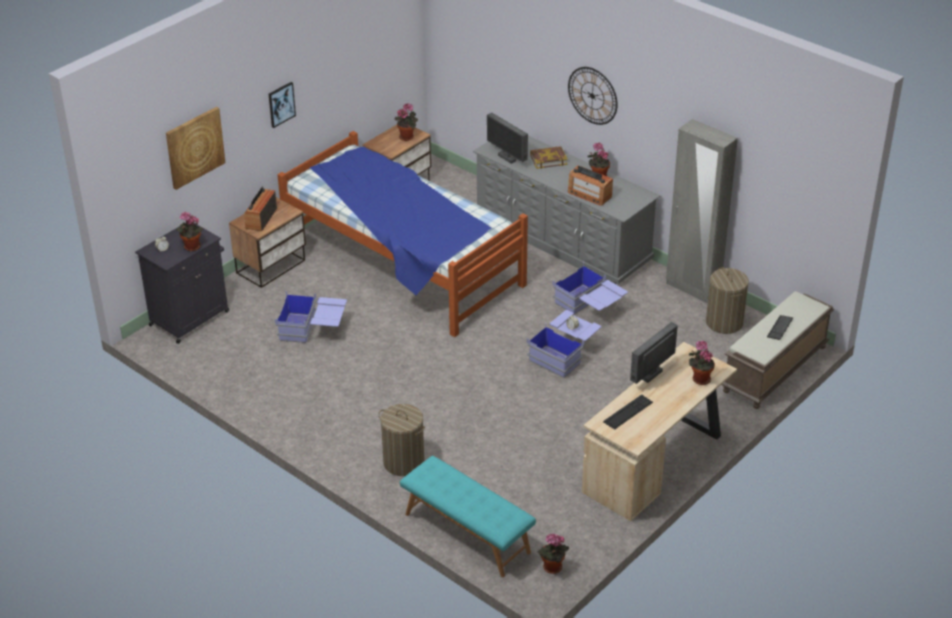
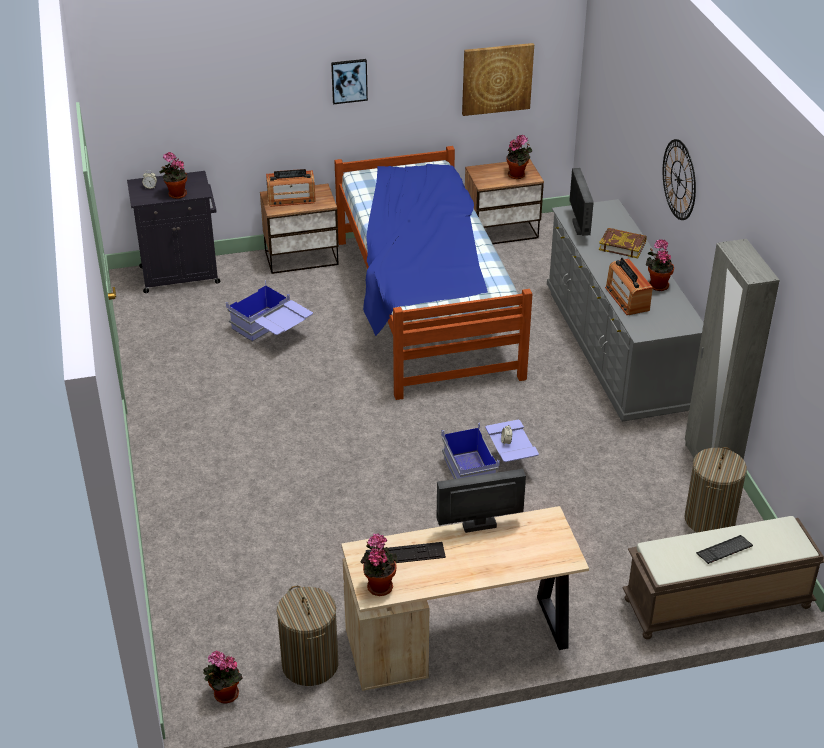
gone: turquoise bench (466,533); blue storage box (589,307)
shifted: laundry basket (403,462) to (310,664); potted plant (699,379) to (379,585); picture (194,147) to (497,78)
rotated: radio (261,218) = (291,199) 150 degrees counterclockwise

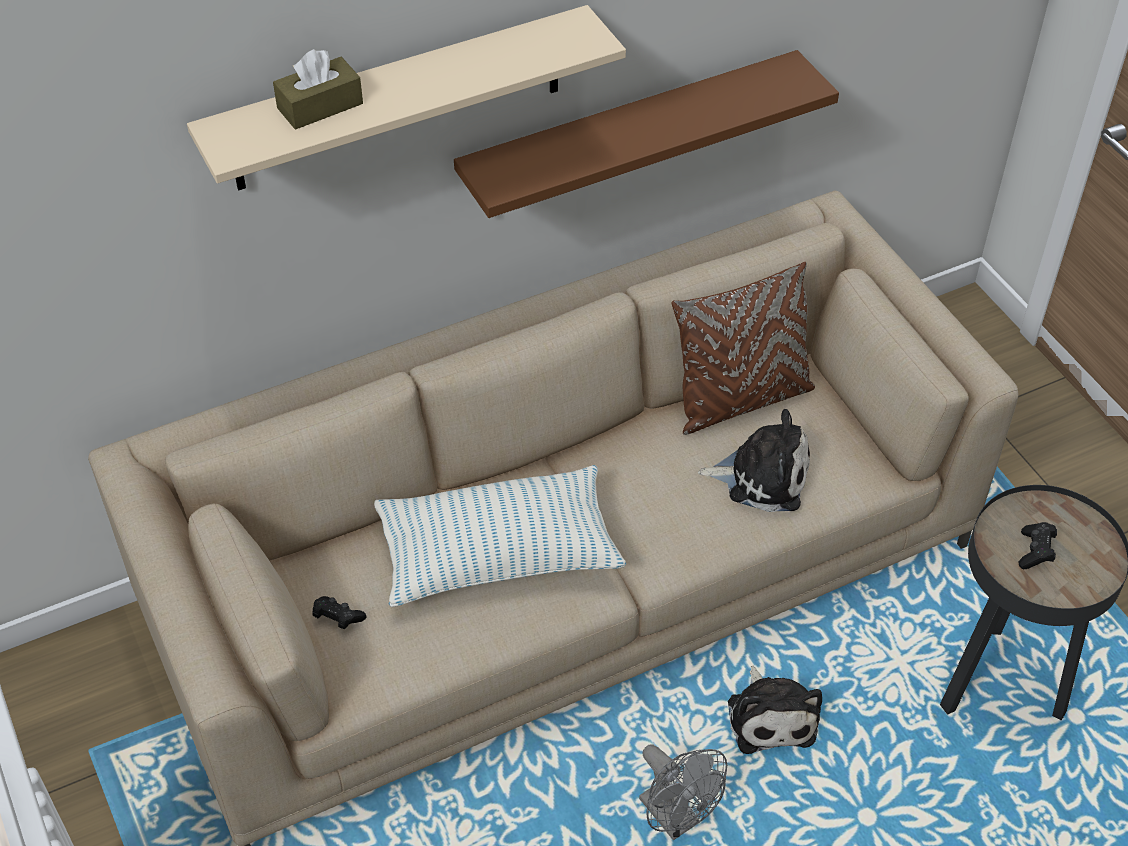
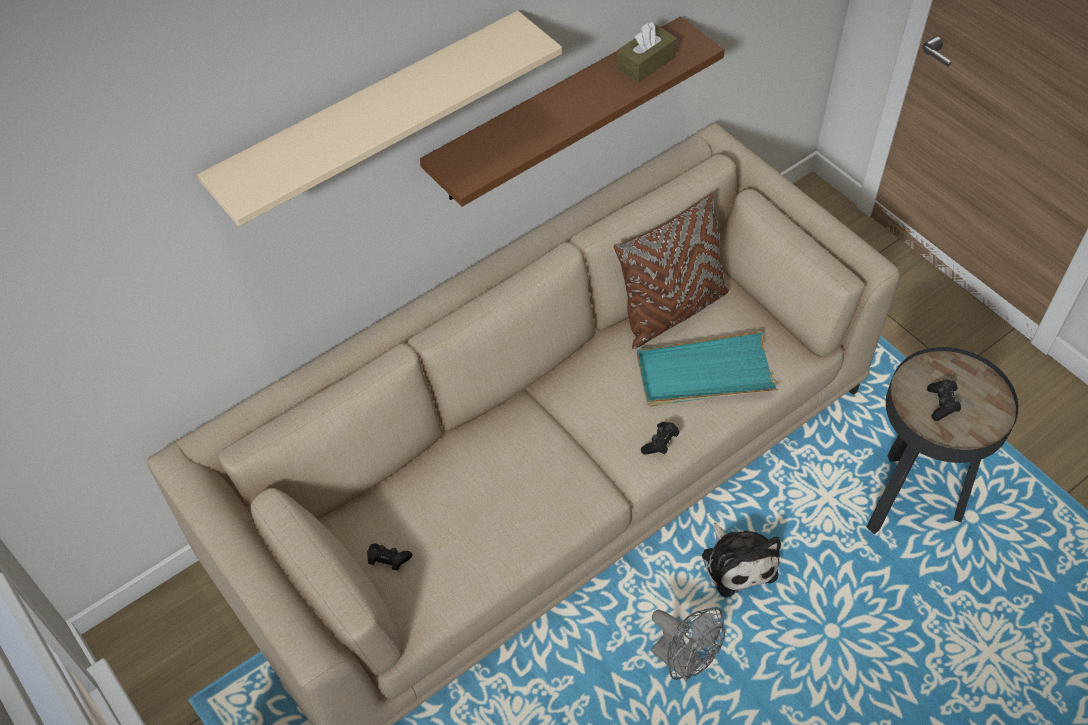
gone: pillow (498,554)
new: black game controller (660,444)
shifted: brown tissue box (320,106) to (646,63)
swapped: plush toy (762,476) to turquoise tray (704,374)

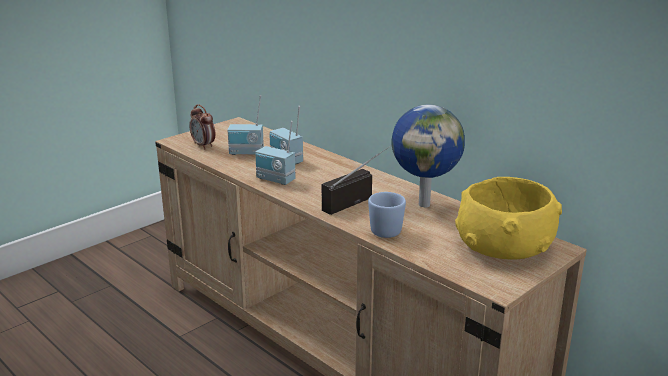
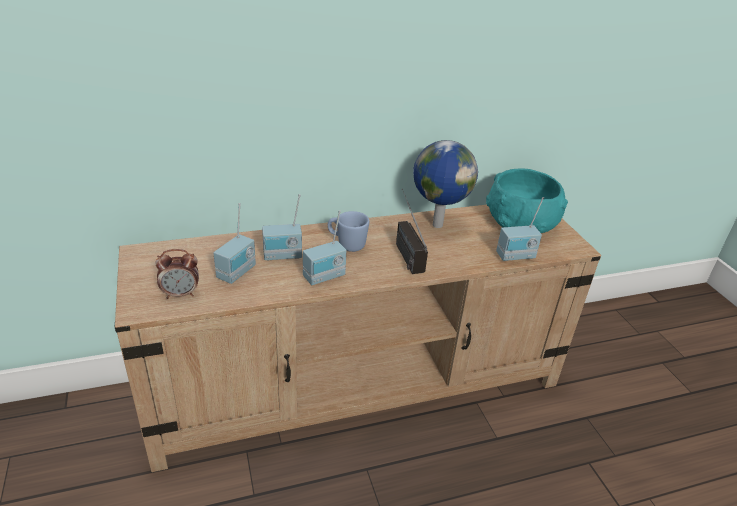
new: radio (516,257)
shifted: blue mug (385,229) to (346,244)
repainted: yellow bowl (505,245) to turquoise bowl (522,221)

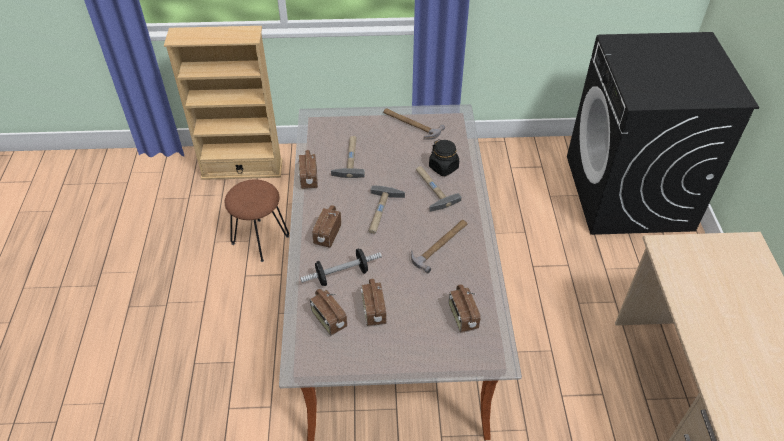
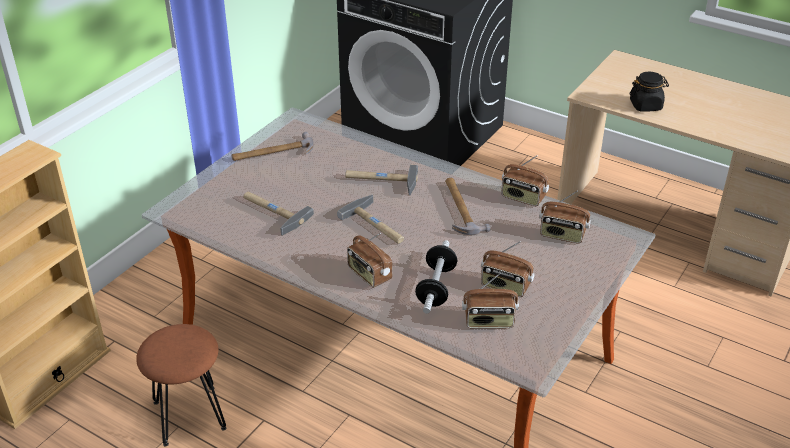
shifted: radio (308,179) to (523,198); black jar (443,167) to (646,105)

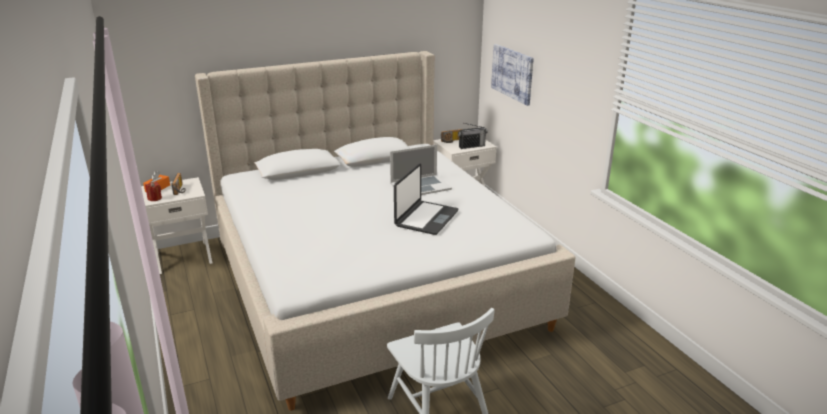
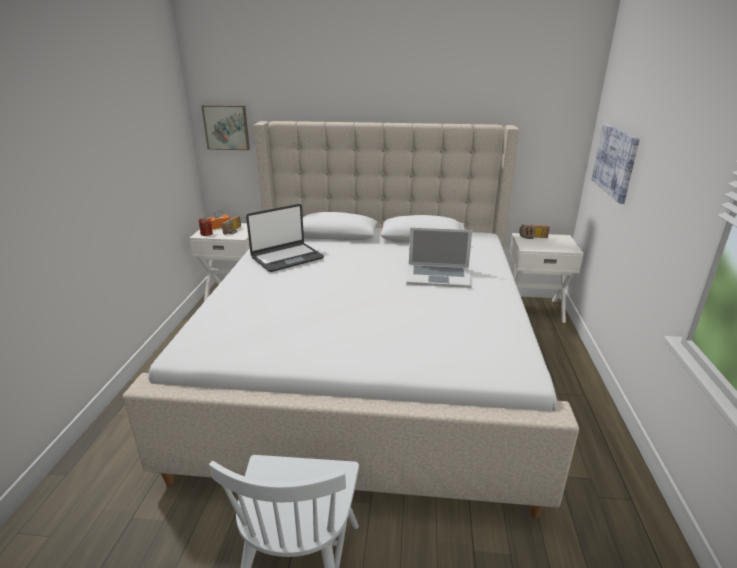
gone: radio (471,146)
new: picture (227,127)
shifted: laptop (426,218) to (286,258)

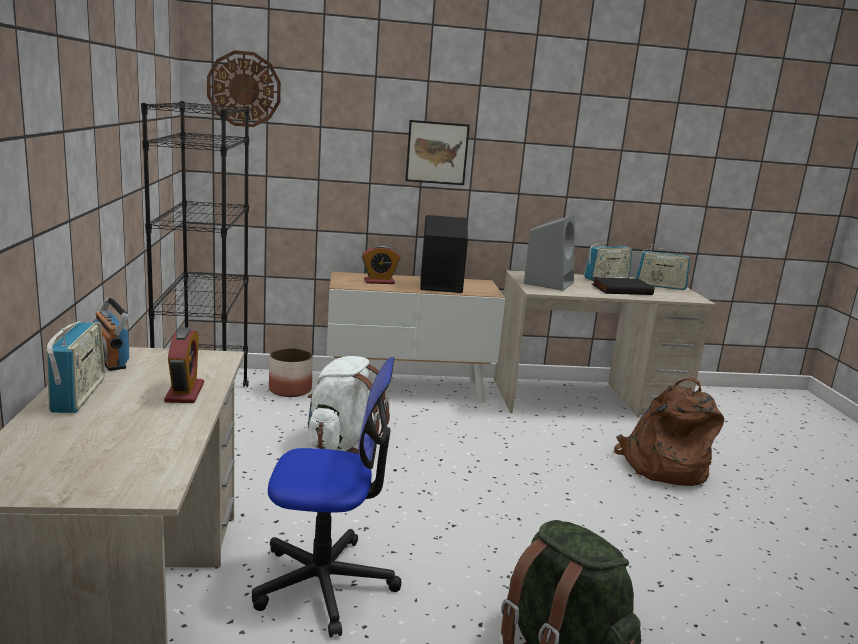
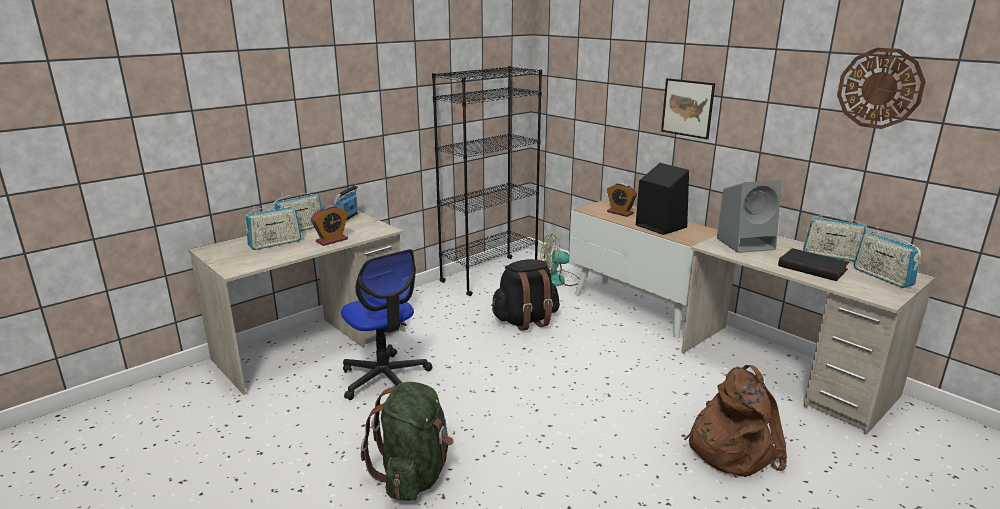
new: radio (275,243)
shifted: wall clock (244,89) to (880,88)
swapped: planter (290,390) to fan (557,280)
repainted: white backpack (341,442) to black backpack (526,320)

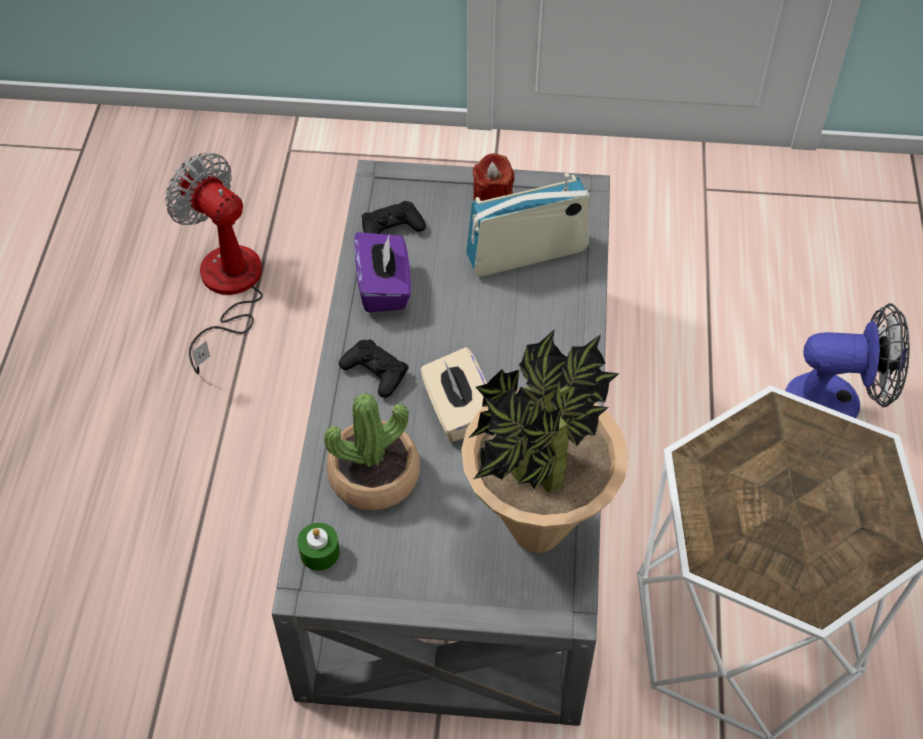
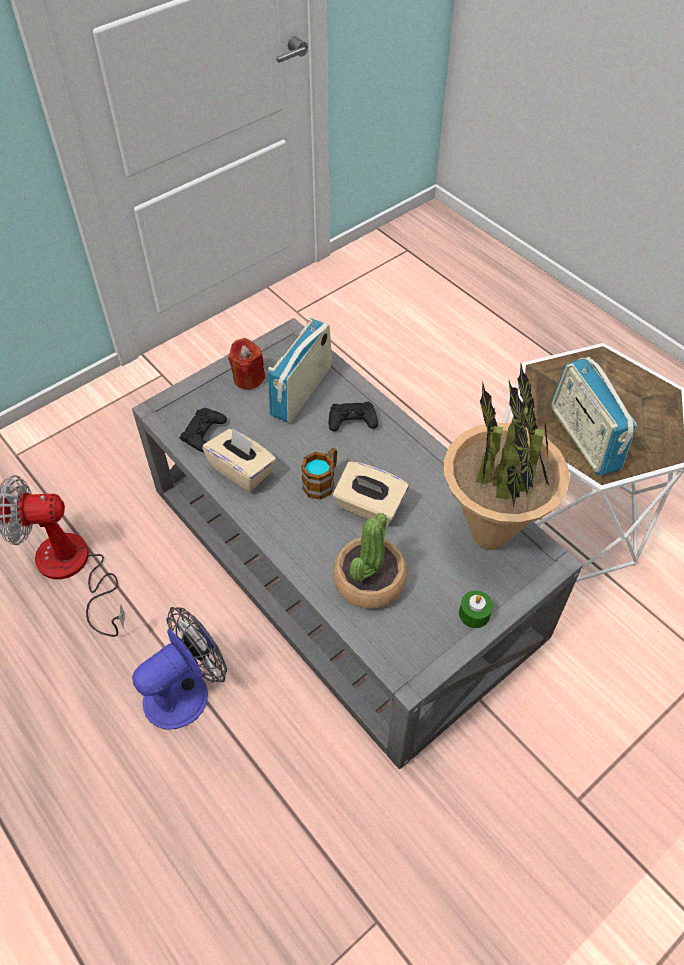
new: mug (322,481); radio (583,438)
shifted: fan (836,402) to (186,690); black game controller (375,372) to (352,420); green candle (319,553) to (474,614)
repainted: purple tissue box (384,287) to beige tissue box (242,470)

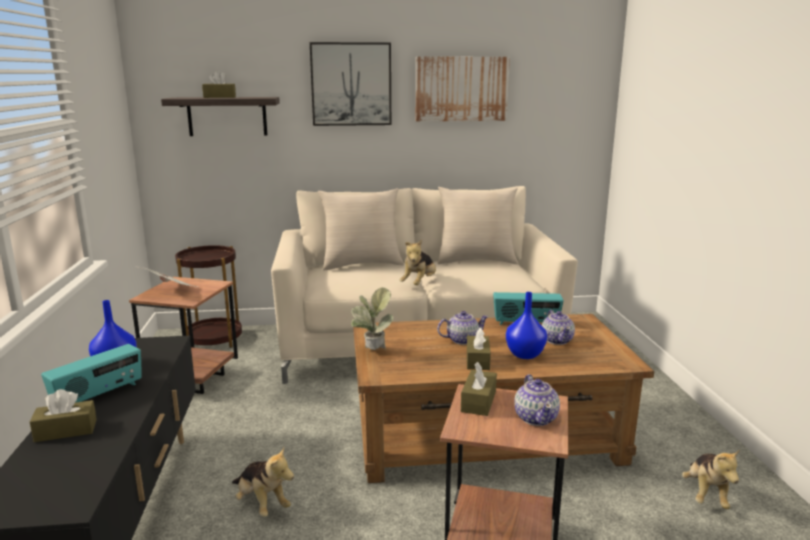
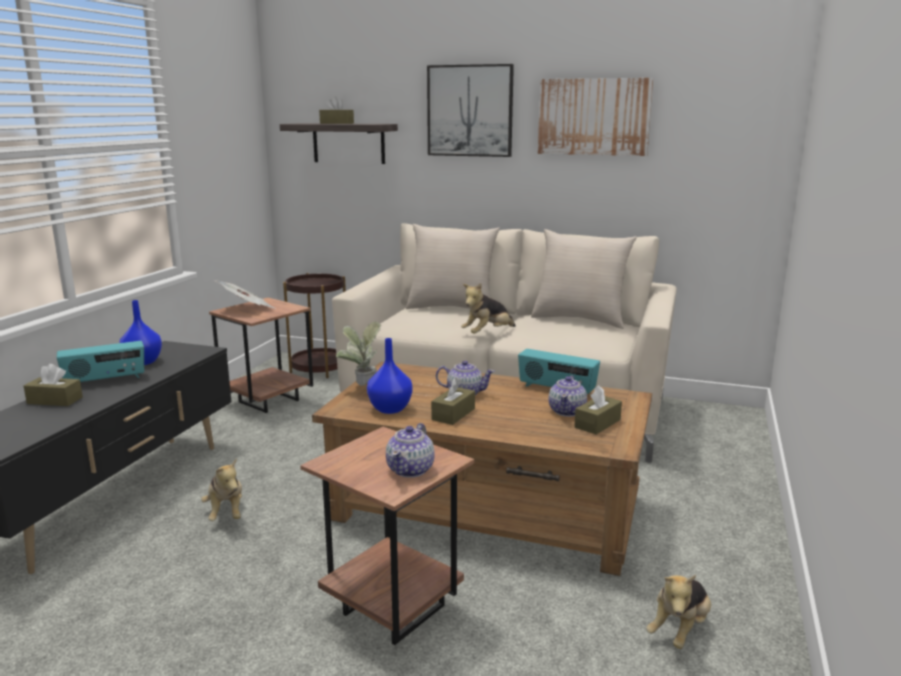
shifted: blue vase (525,354) to (391,409); brown tissue box (478,401) to (597,423)

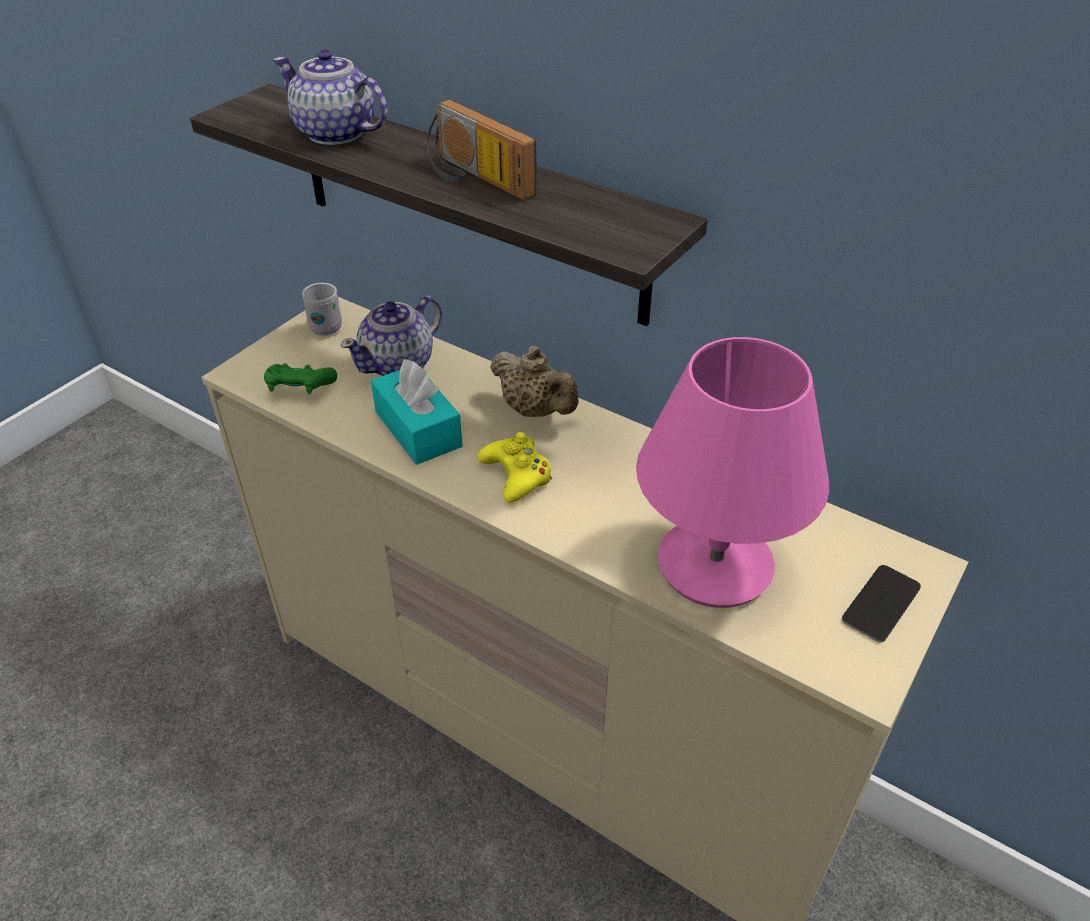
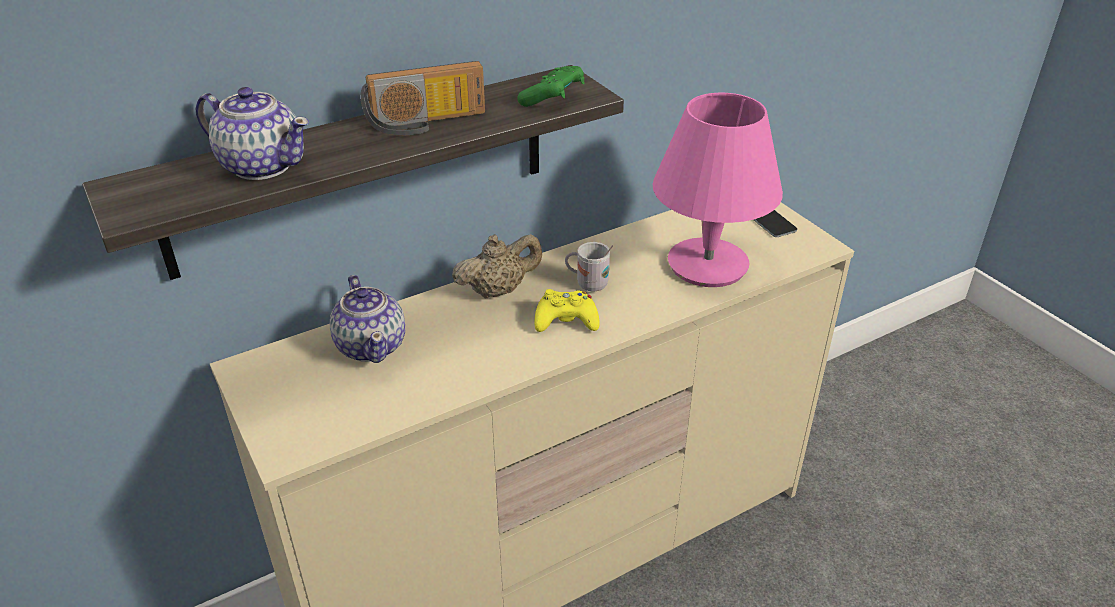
gone: turquoise tissue box (418,429)
shifted: green game controller (300,389) to (553,99); white mug (326,325) to (587,283)
rotated: teapot (336,133) = (262,165) 120 degrees counterclockwise

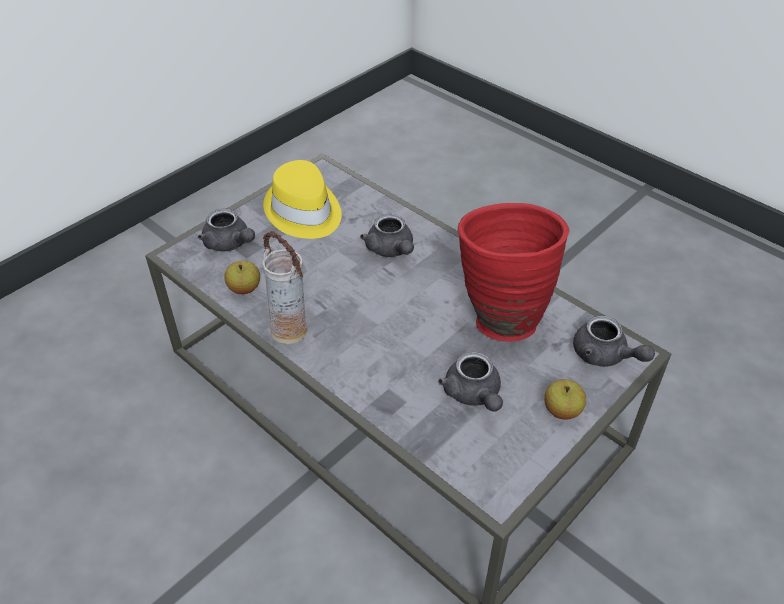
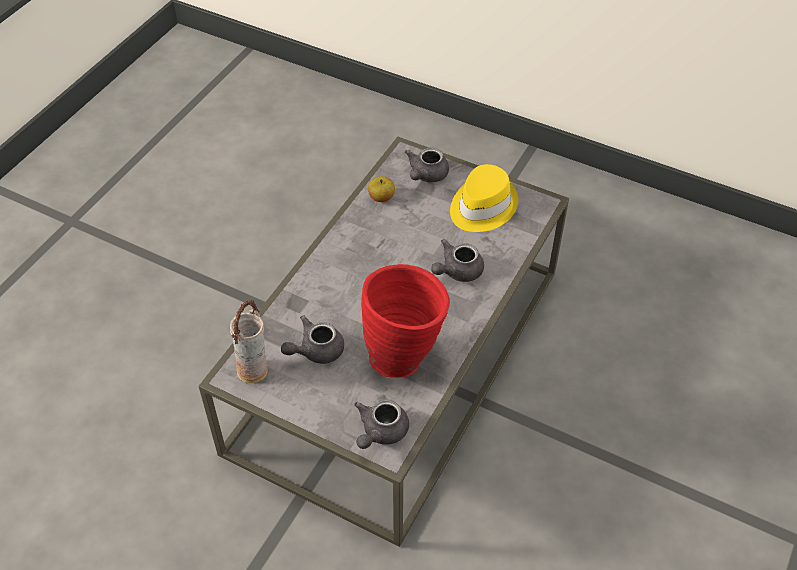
gone: apple (562,410)
shifted: vase (290,330) to (254,371)

